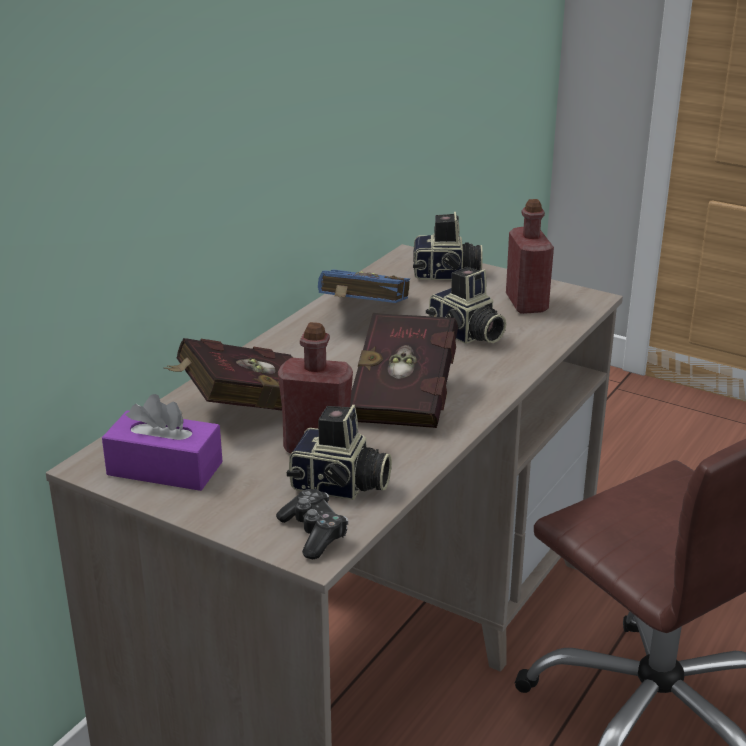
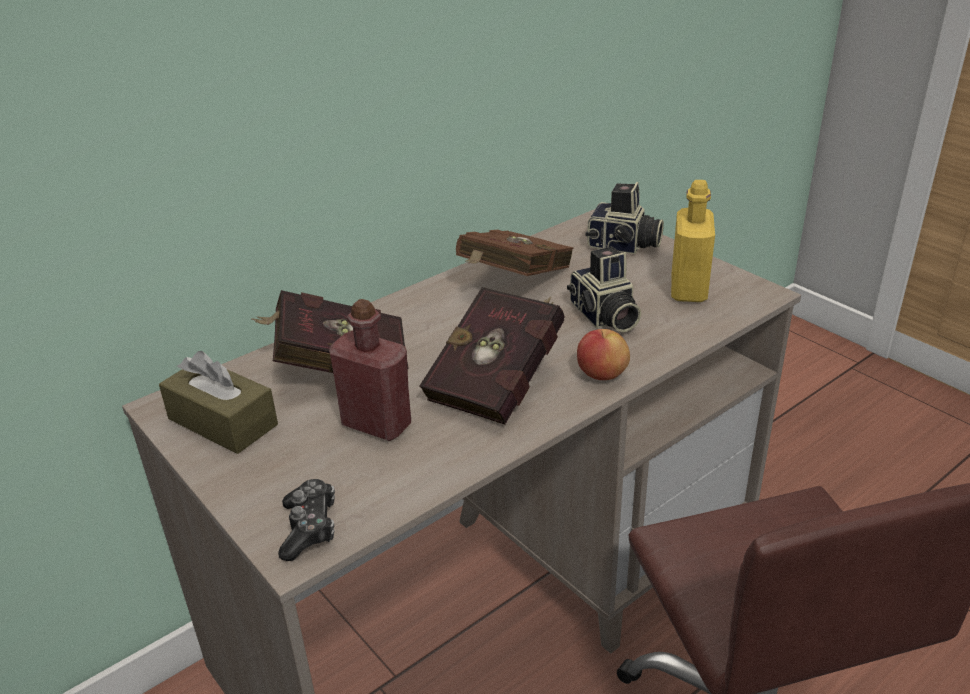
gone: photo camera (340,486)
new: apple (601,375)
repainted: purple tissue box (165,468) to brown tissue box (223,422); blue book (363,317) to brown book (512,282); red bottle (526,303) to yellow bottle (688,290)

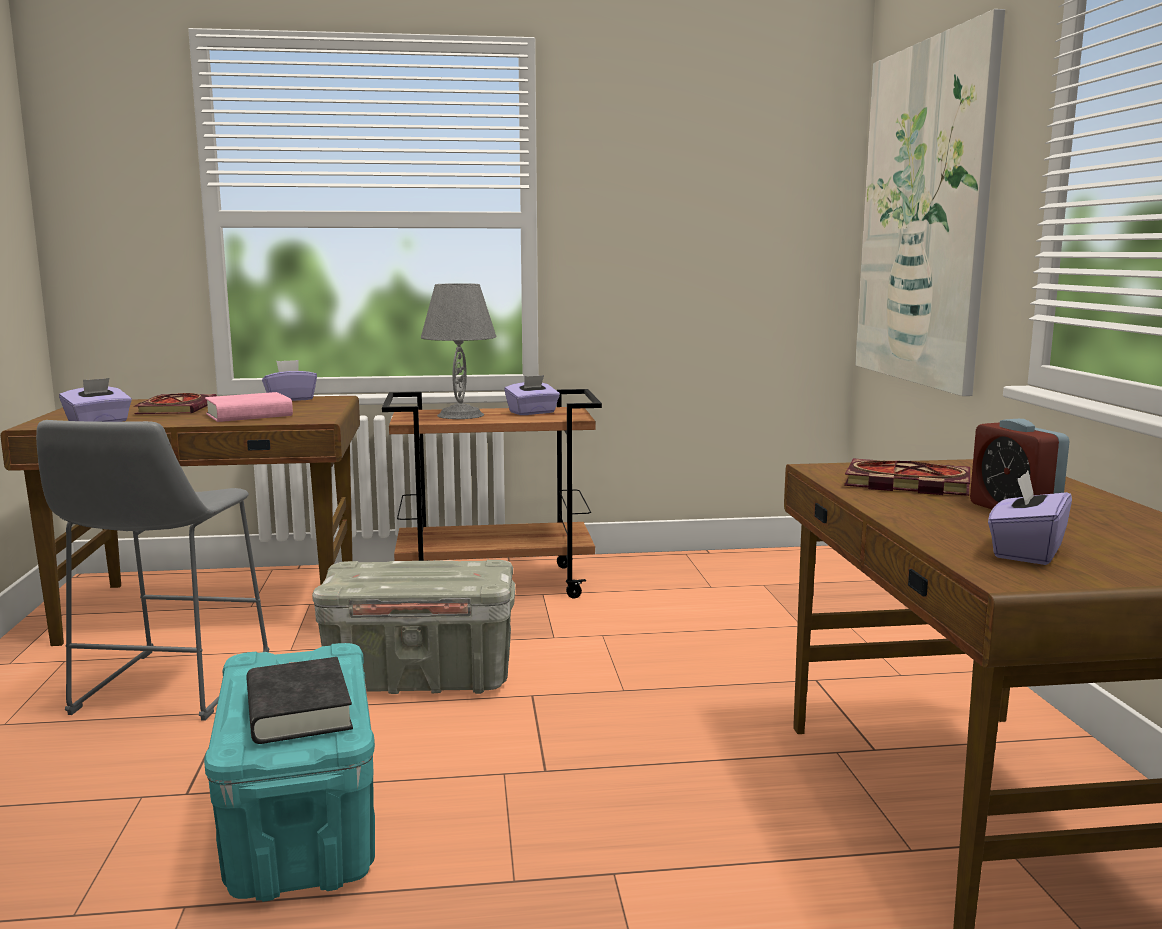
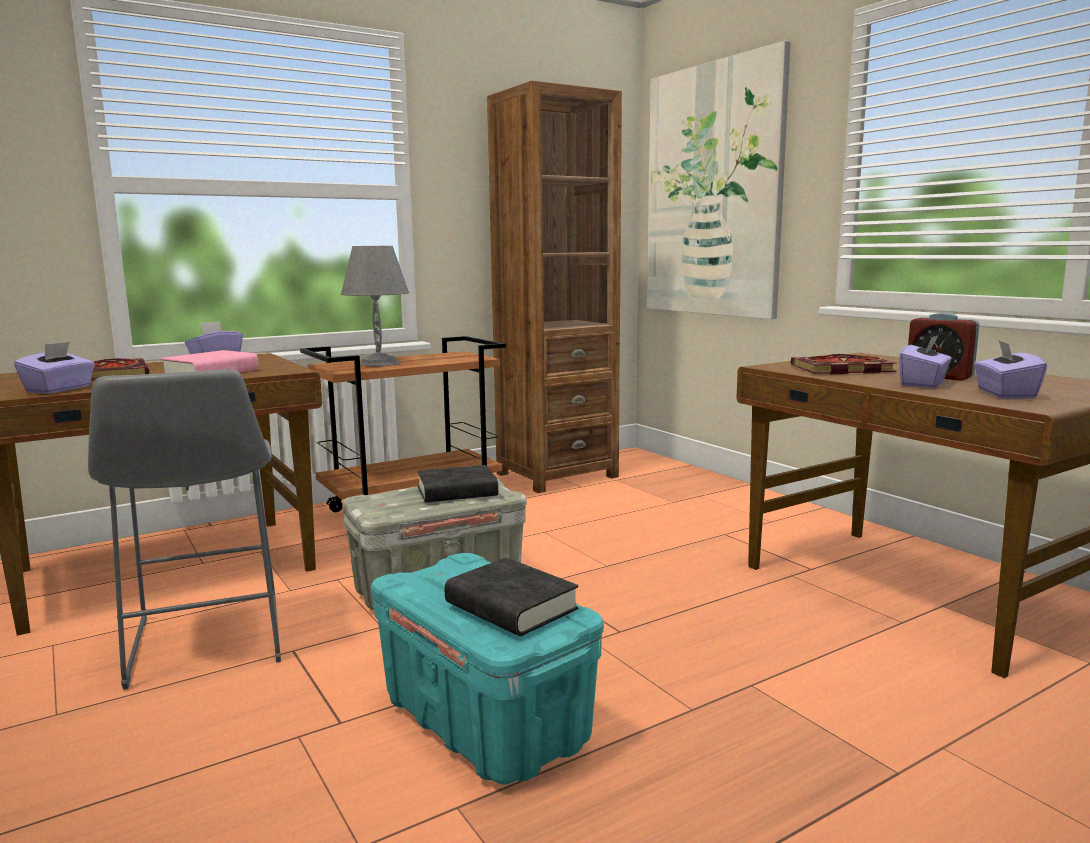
new: black book (457,491); brown bookcase (556,475)
shifted: purple tissue box (532,412) to (923,384)

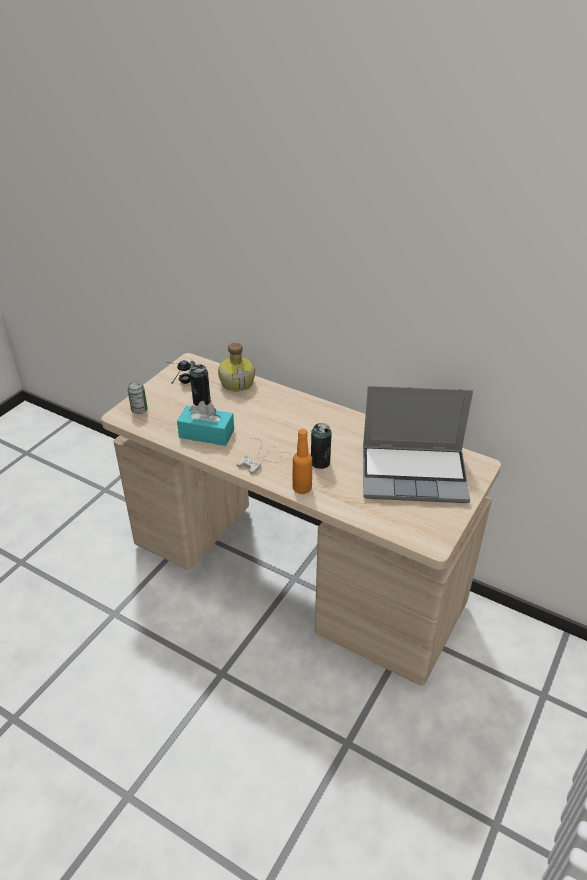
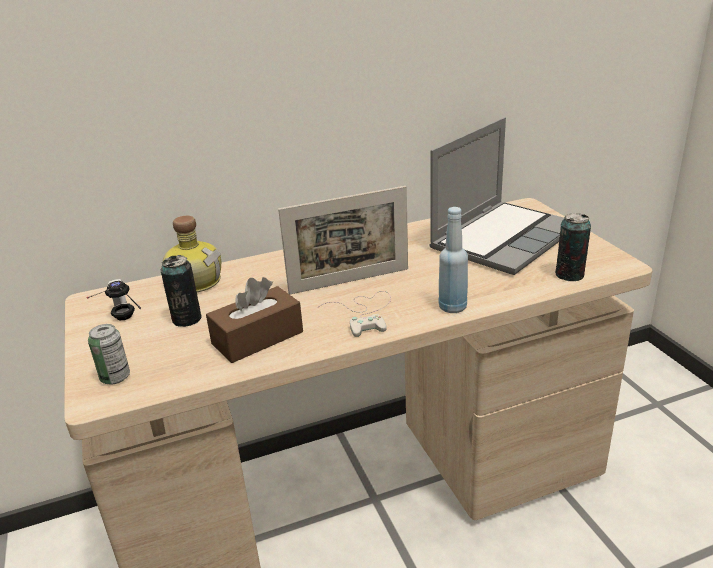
new: picture frame (349,281)
shifted: can (320,462) to (569,275)
repainted: turquoise tissue box (206,434) to brown tissue box (257,338); orange bottle (302,488) to blue bottle (453,307)

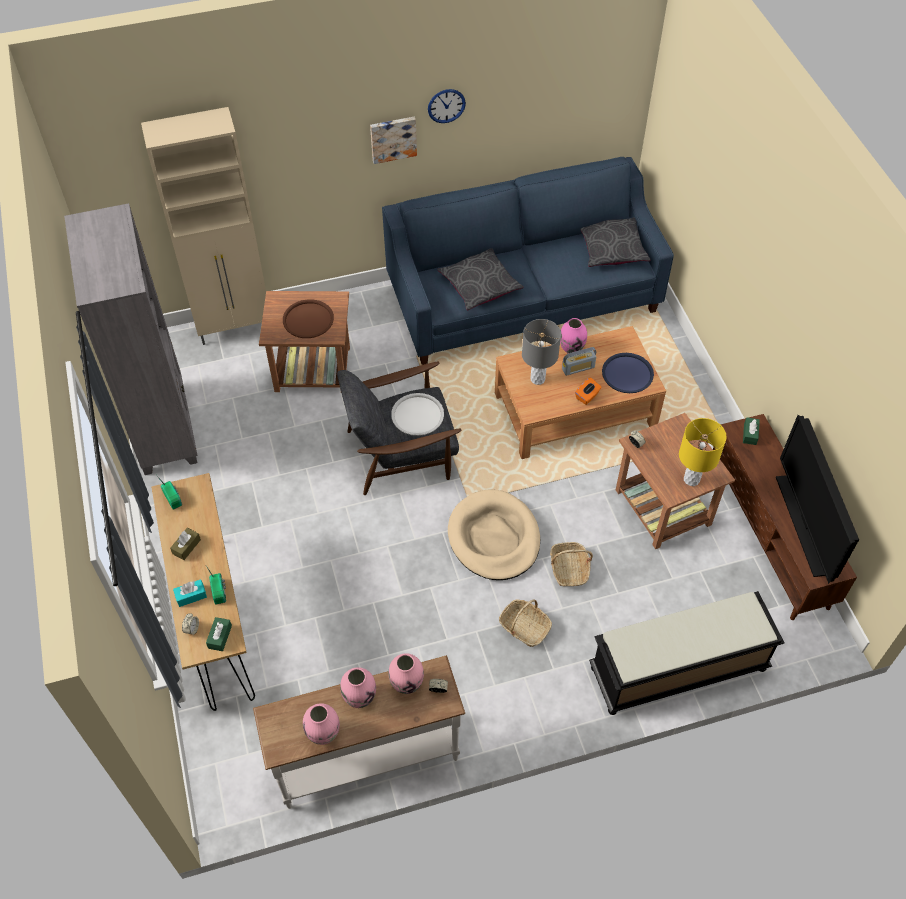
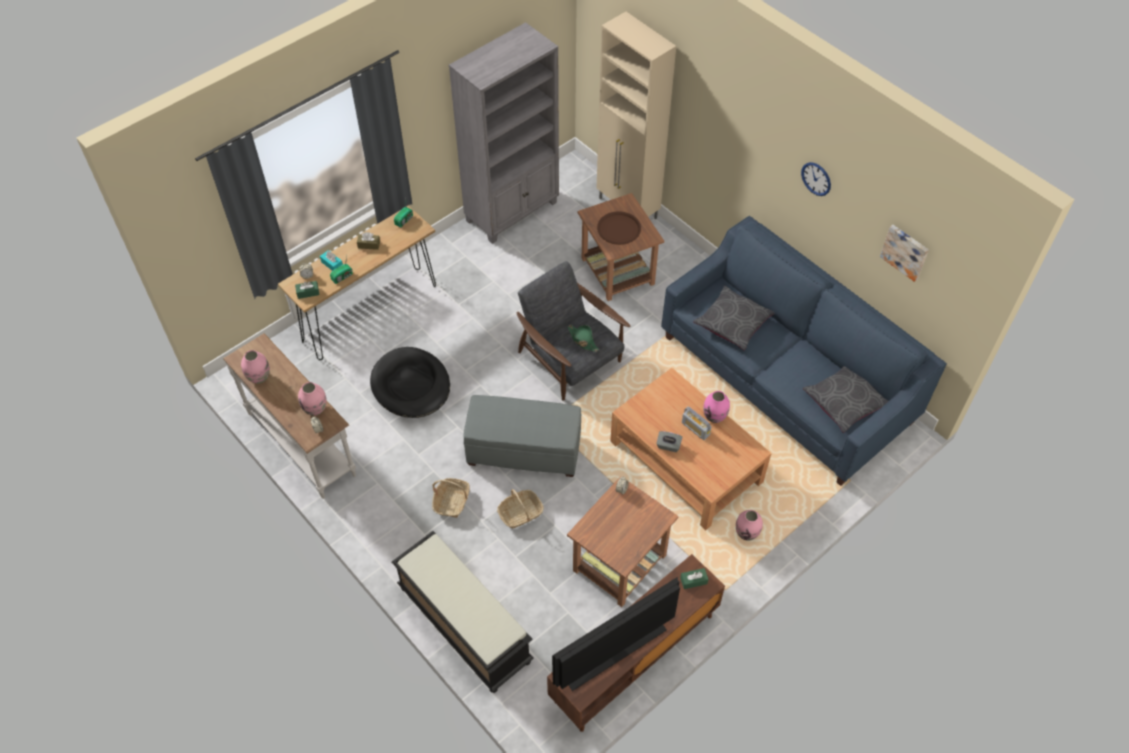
gone: grey table lamp (538,379); blue tray (627,374); yellow table lamp (691,479)
new: black dog bed (411,385)
shifted: pink vase (359,697) to (747,533); picture (393,138) to (905,251)
swapped: beige dog bed (494,538) to grey ottoman (523,451); white tray (417,415) to green hat (582,340)
repainted: orange tissue box (587,396) to grey tissue box (668,446)

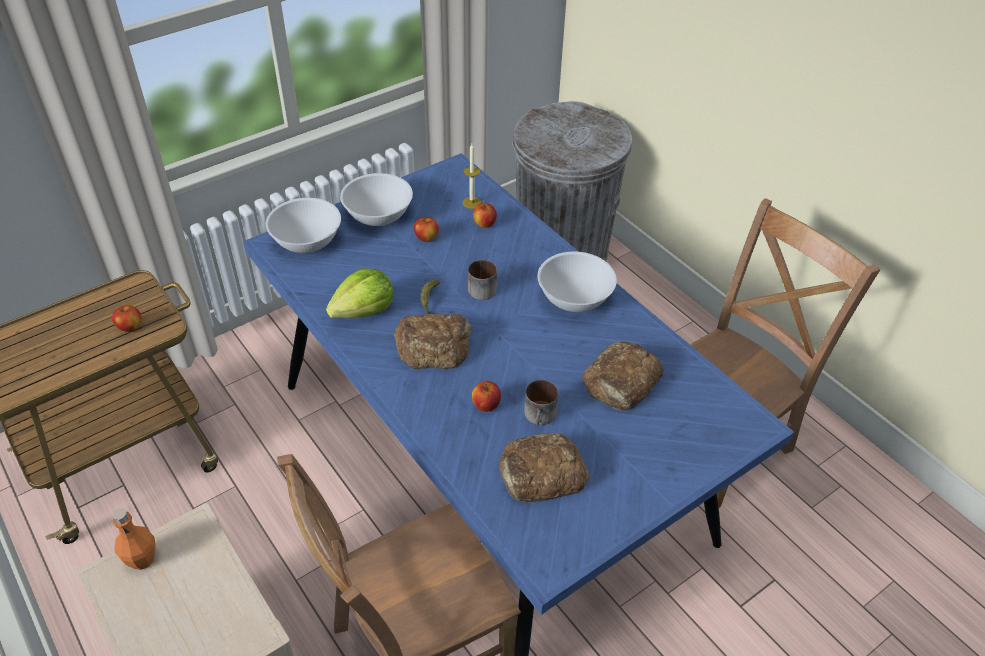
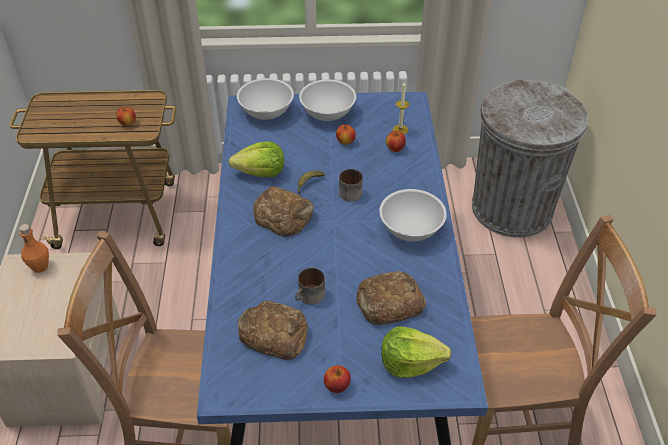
new: lettuce (410,362)
shifted: apple (486,405) to (337,386)

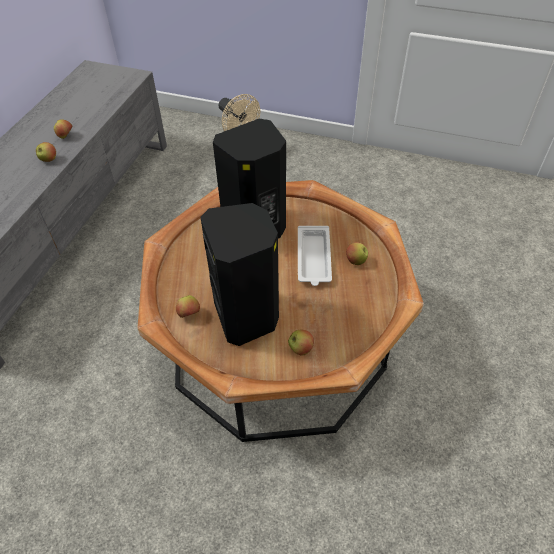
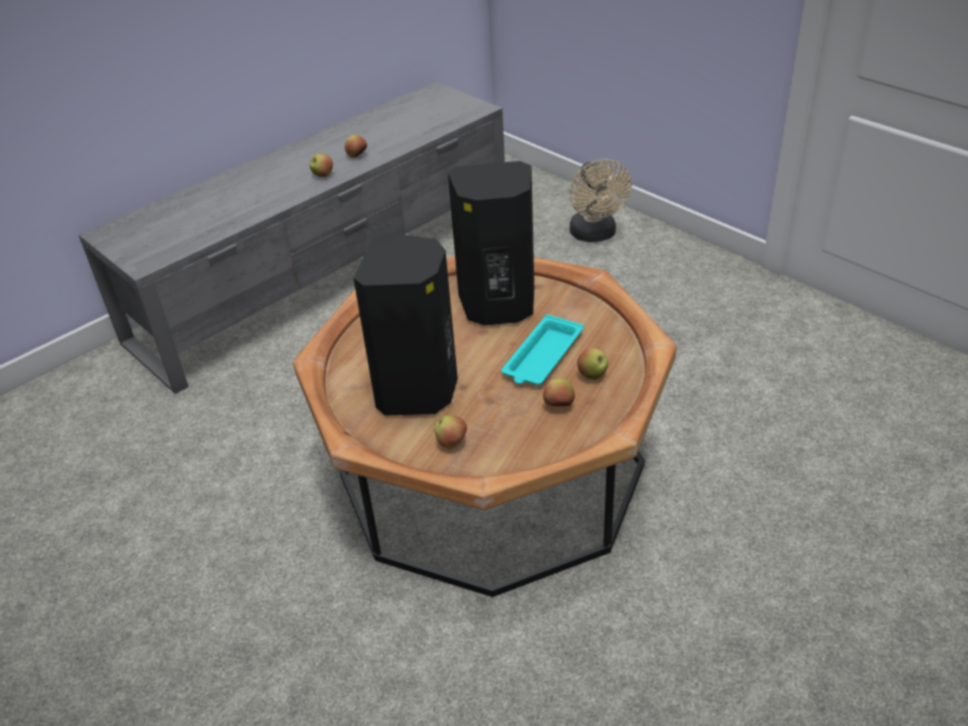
shifted: apple (189,314) to (559,406)
repainted: white tray (313,259) to turquoise tray (542,357)

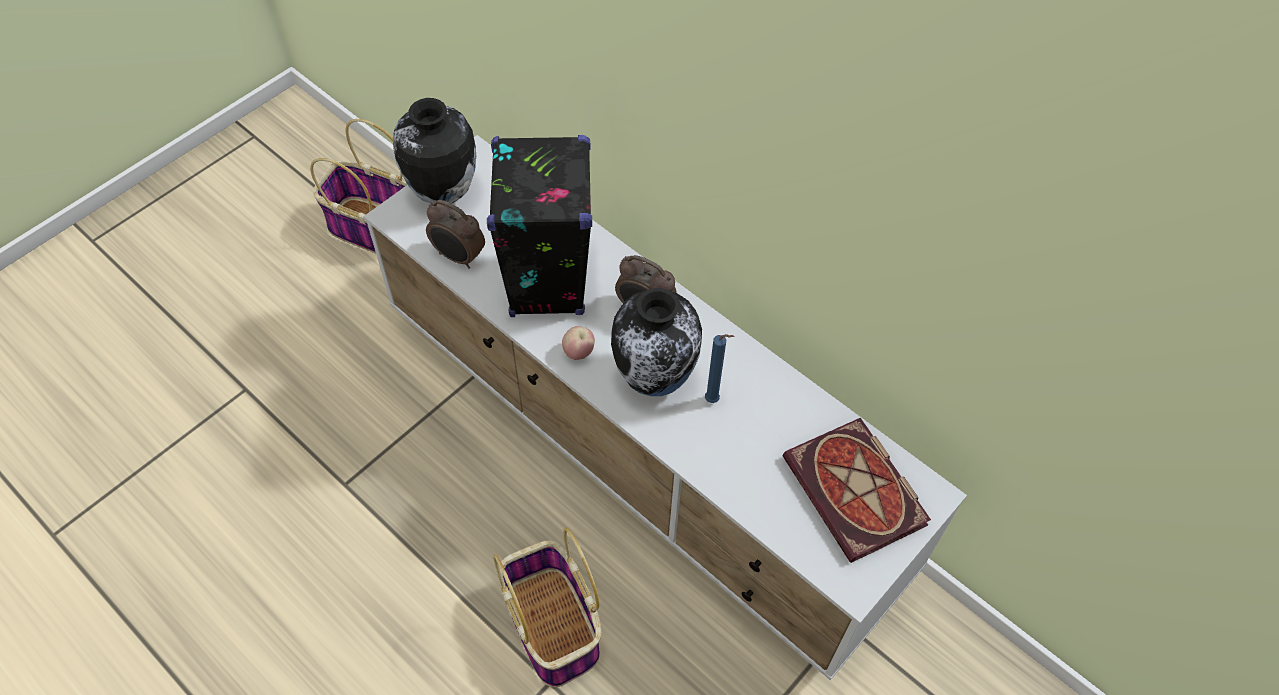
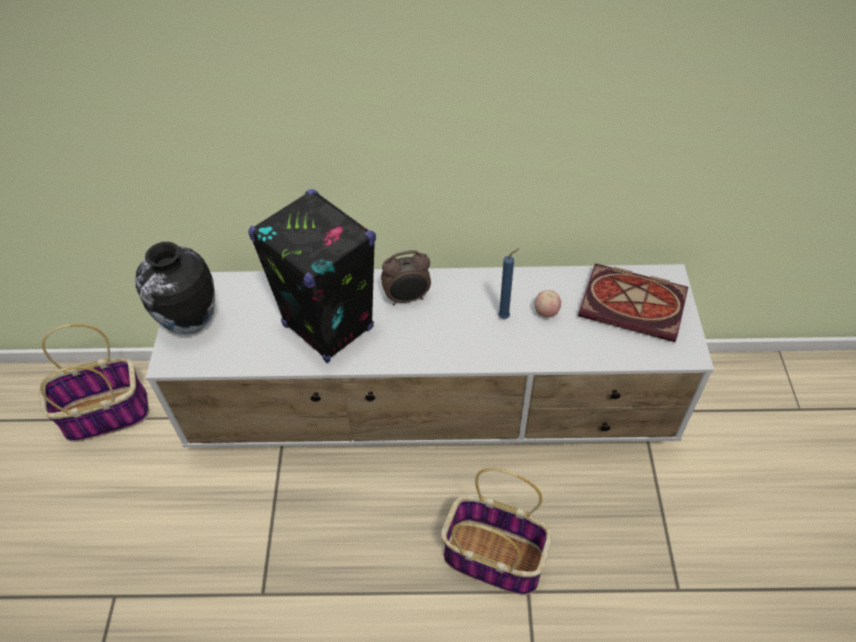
gone: alarm clock (458,257); vase (655,379)
shifted: apple (578,352) to (546,312)

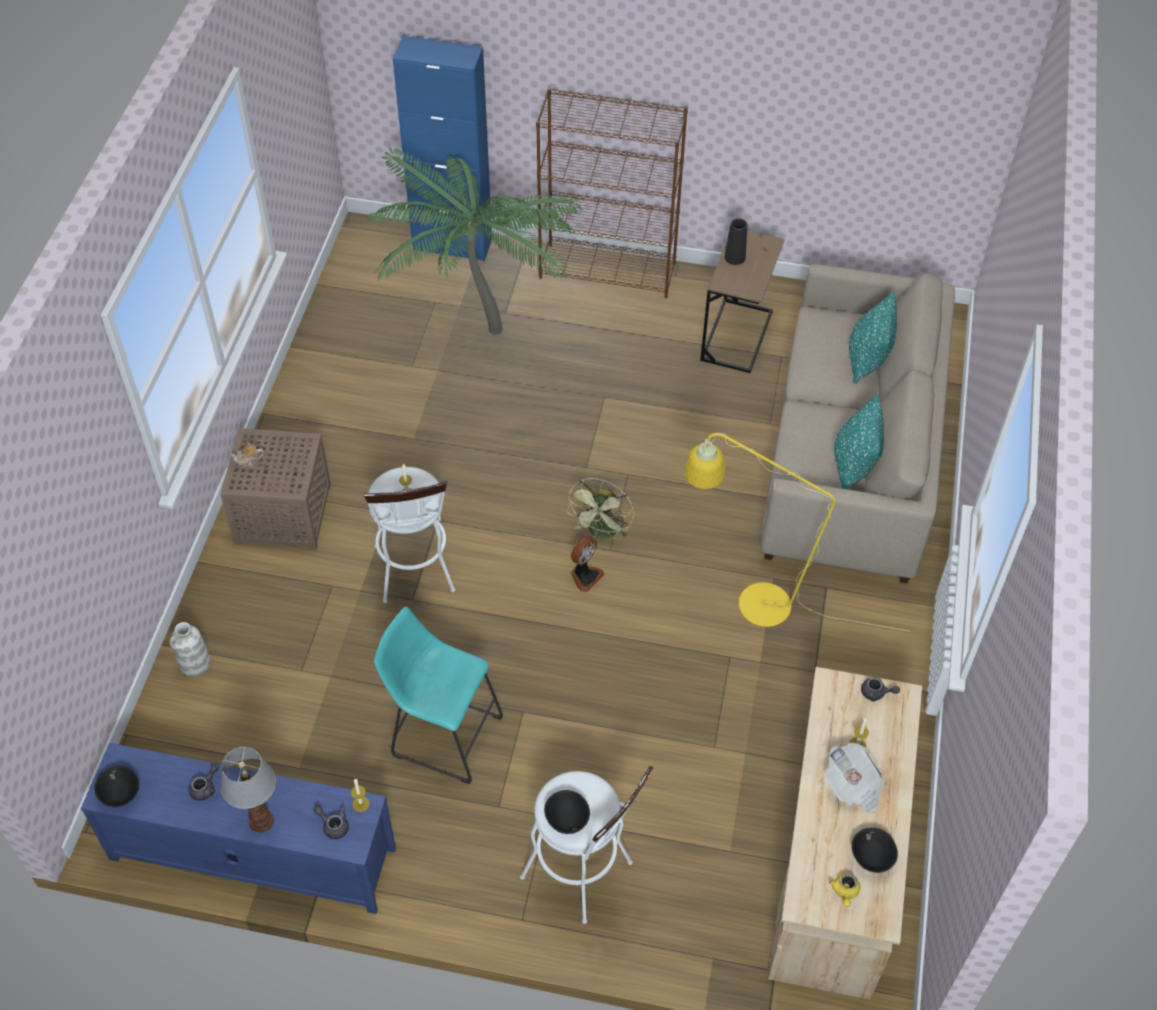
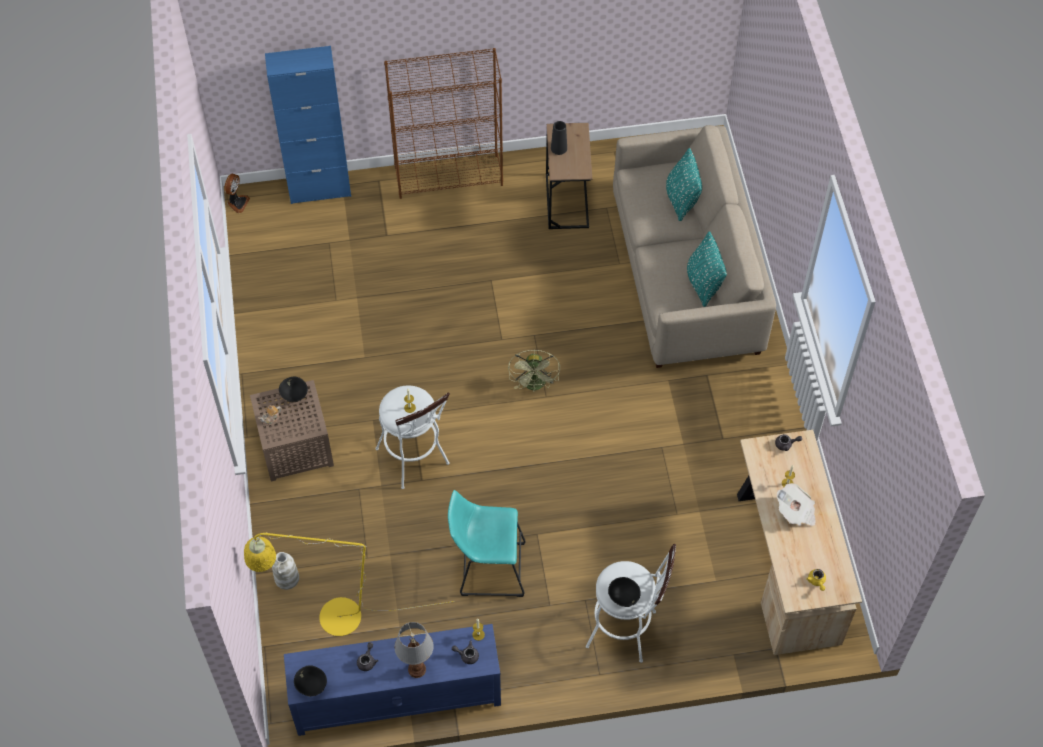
gone: potted plant (476,337)
shifted: fan (585,576) to (237,203); yellow floor lamp (750,602) to (328,618); black bowl (871,858) to (294,395)

